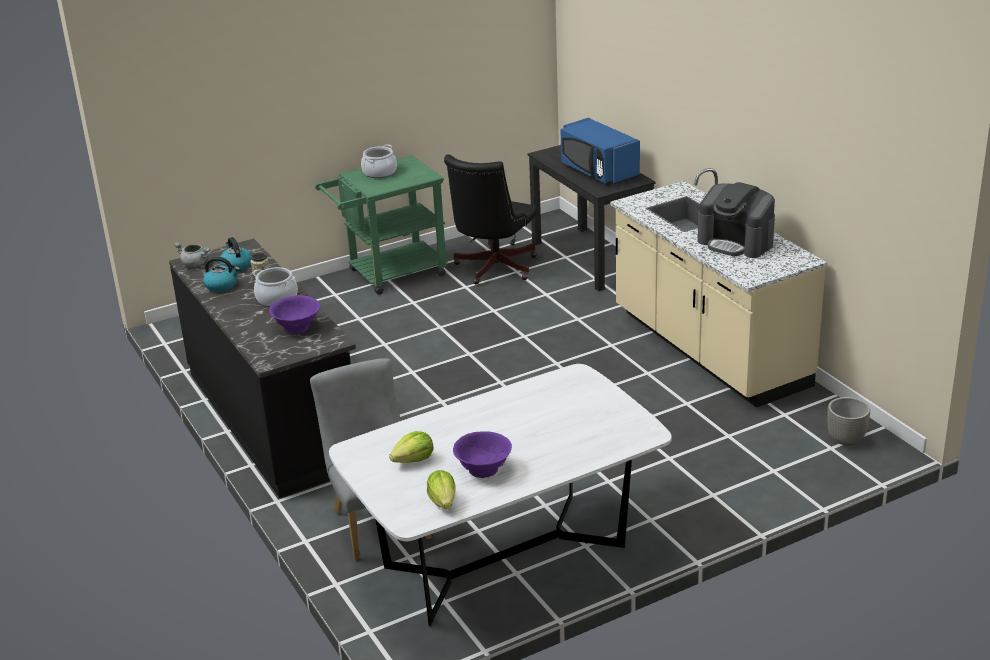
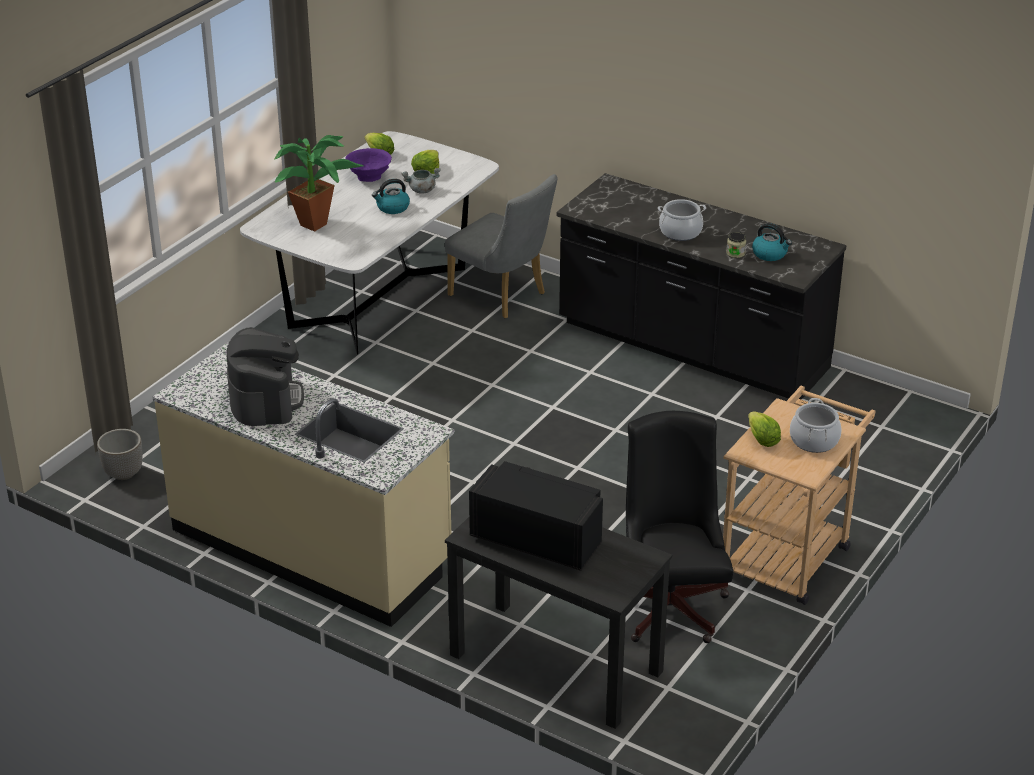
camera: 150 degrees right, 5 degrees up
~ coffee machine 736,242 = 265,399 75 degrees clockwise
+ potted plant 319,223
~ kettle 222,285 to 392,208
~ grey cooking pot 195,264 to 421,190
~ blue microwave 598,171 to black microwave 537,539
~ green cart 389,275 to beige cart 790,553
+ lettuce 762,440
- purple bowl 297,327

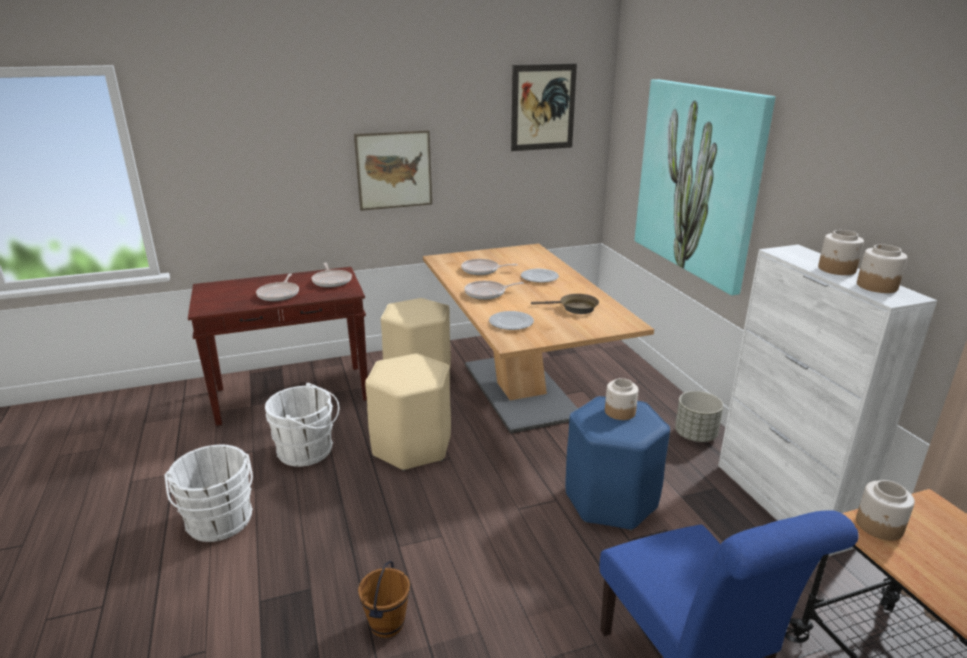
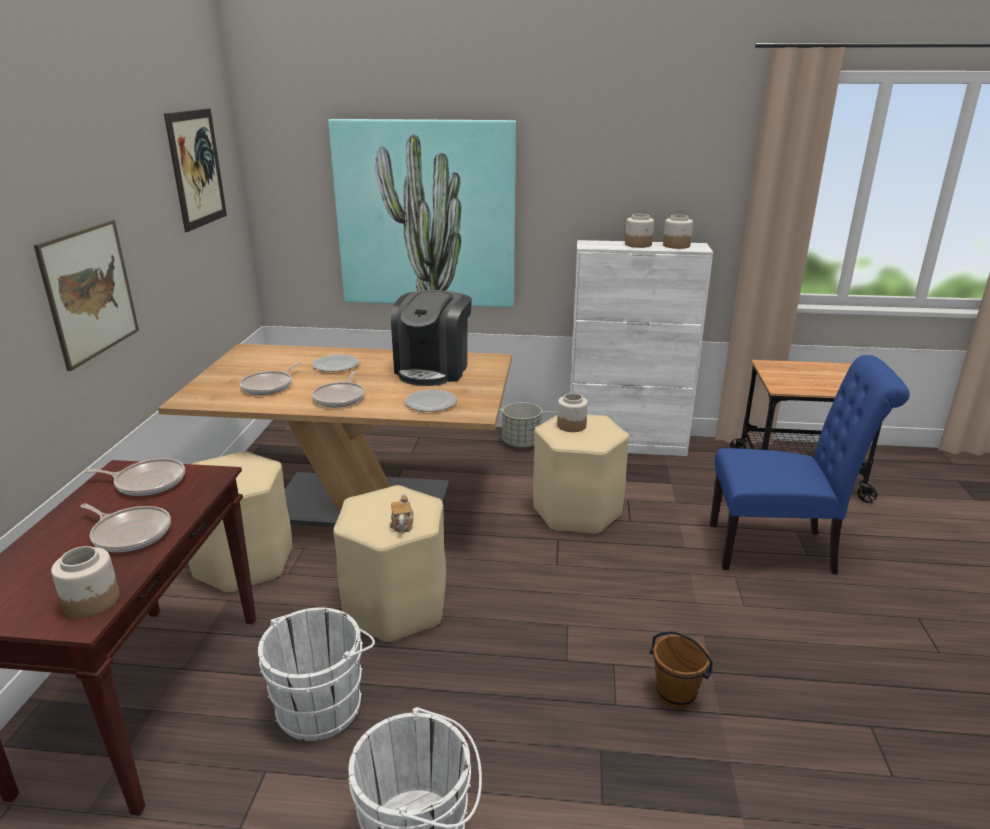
camera: 65 degrees left, 0 degrees up
~ jar 879,526 to 92,601
+ teapot 402,524
~ brown frying pan 575,308 to coffee machine 433,369
~ blue stool 610,500 to beige stool 577,512

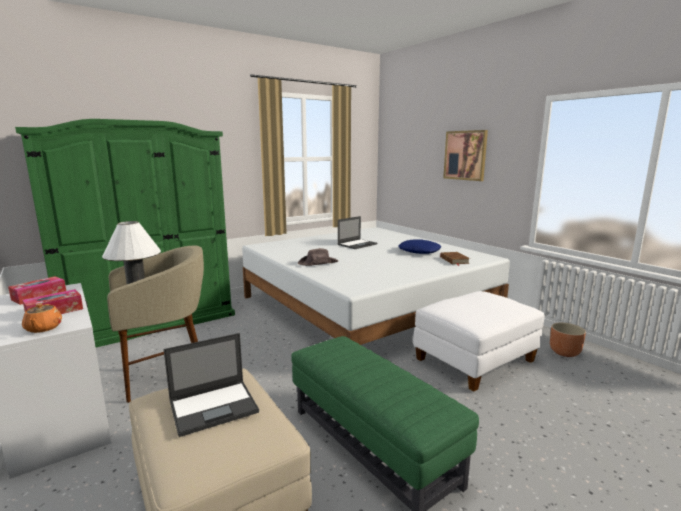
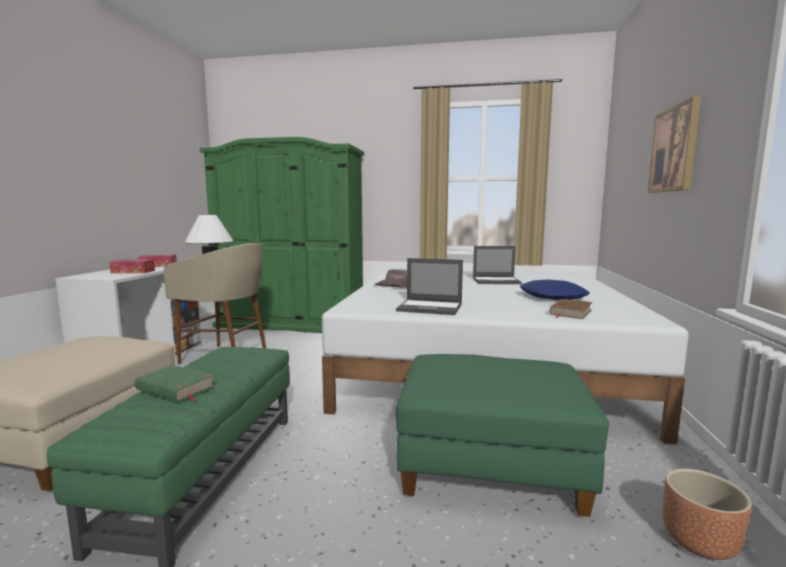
camera: 45 degrees right, 5 degrees down
+ green book 175,388
~ laptop 214,406 to 430,308
~ white ottoman 474,360 to green ottoman 490,467
- orange teapot 43,328

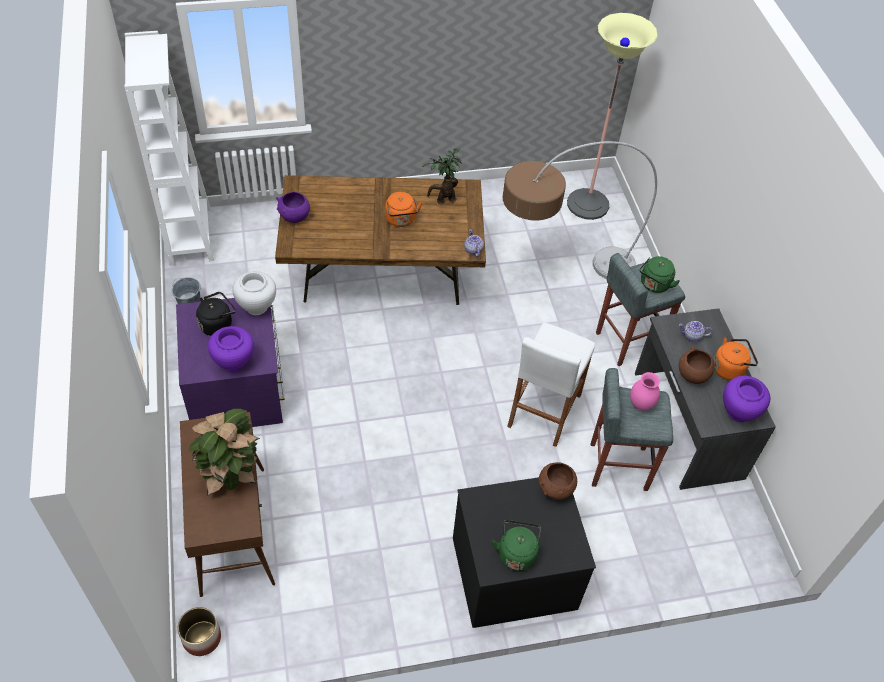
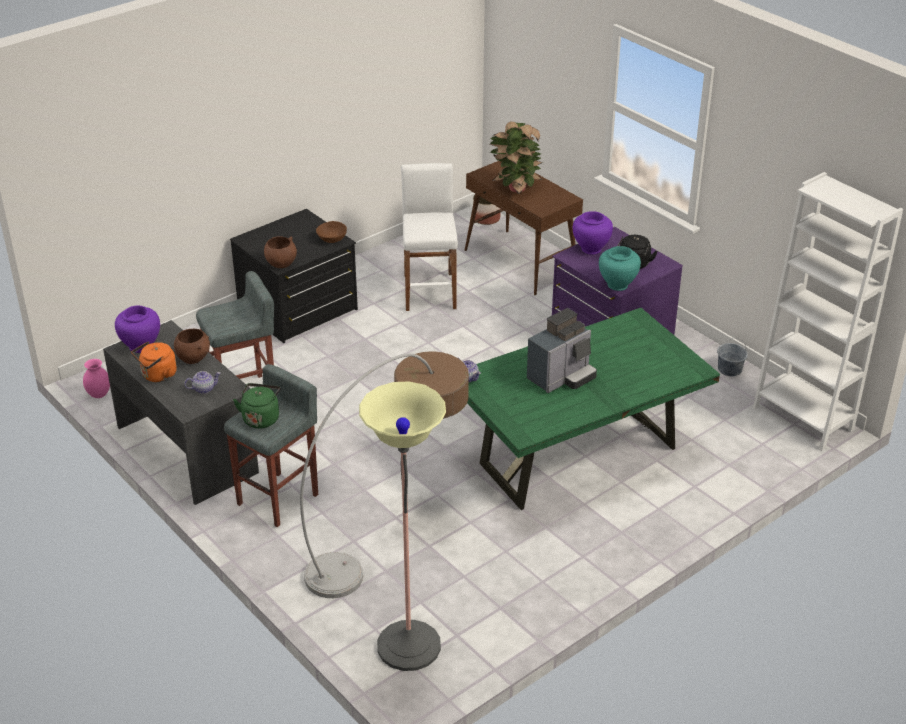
camera: 155 degrees right, 15 degrees down
~ pink vase 640,405 to 99,394
+ brown bowl 332,239
~ white stool 543,410 to 429,291
~ brown dining table 381,279 to green dining table 578,456
~ orange kettle 401,220 to coffee machine 562,377
~ white vase 257,307 to turquoise vase 617,285
- purple bowl 294,217
- potted plant 443,200
- green kettle 516,552

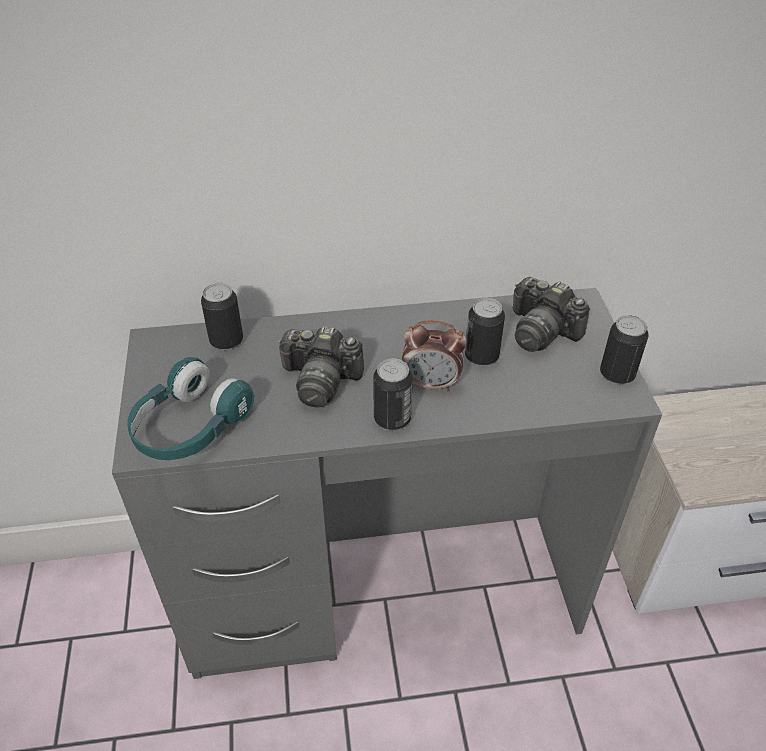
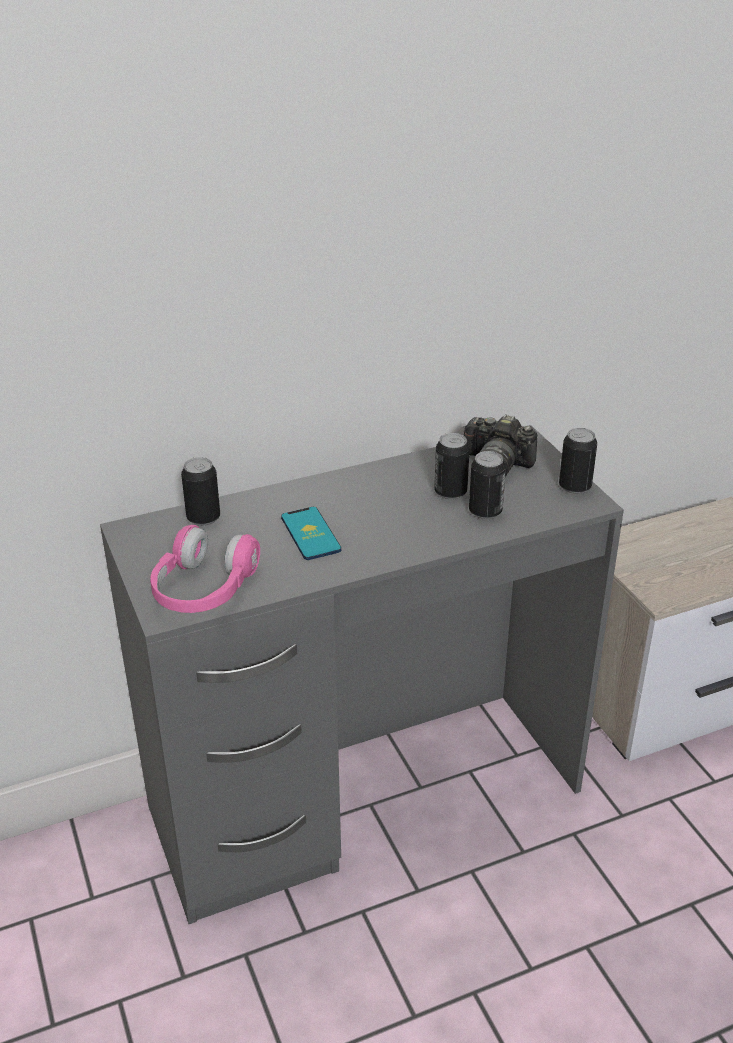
camera: 15 degrees left, 10 degrees down
~ turquoise headphones 189,427 to pink headphones 203,589
~ photo camera 320,380 to phone 310,534
~ can 392,419 to 485,512
- alarm clock 431,384

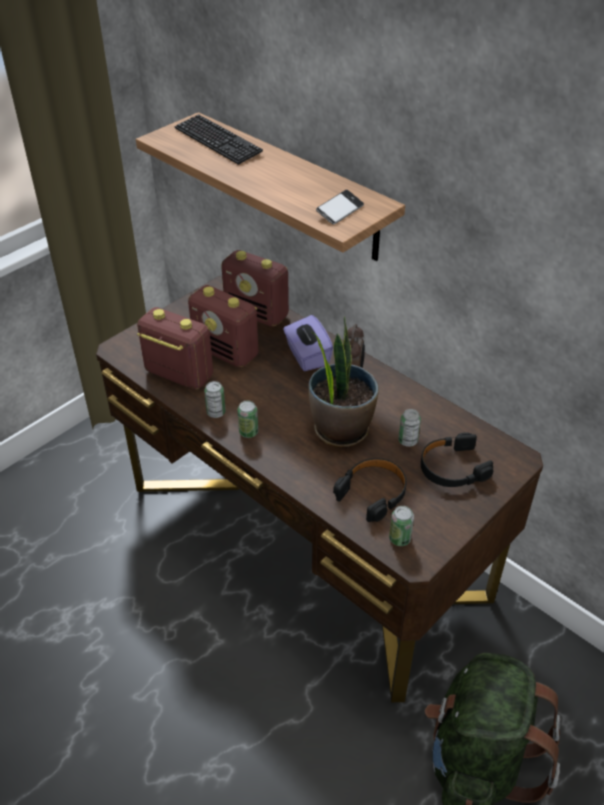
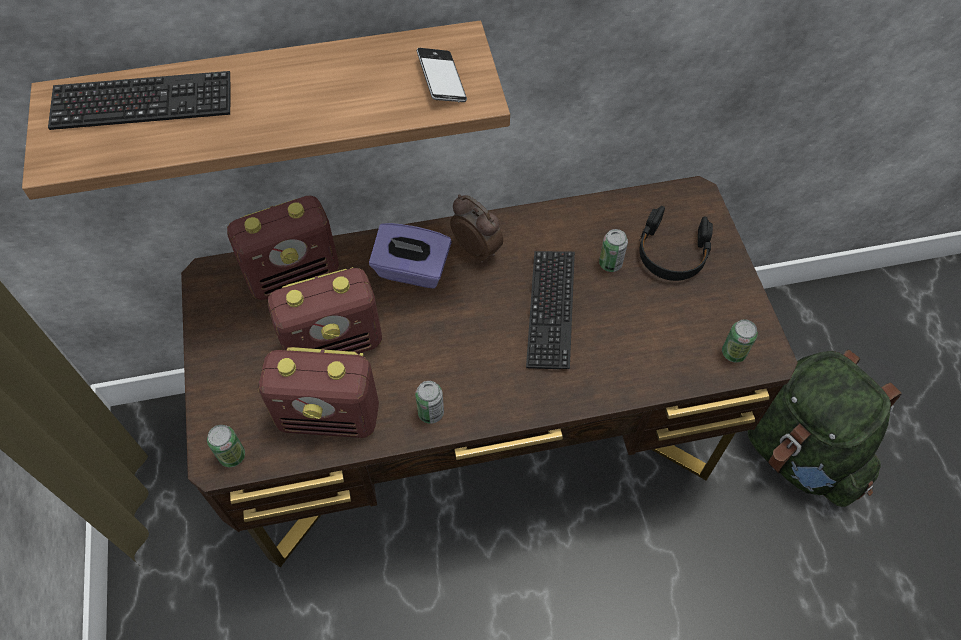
camera: 55 degrees left, 15 degrees up
~ can 248,432 to 232,456
~ radio 178,374 = 330,416 150 degrees counterclockwise
~ potted plant 340,429 to keyboard 551,310
- black headphones 373,493

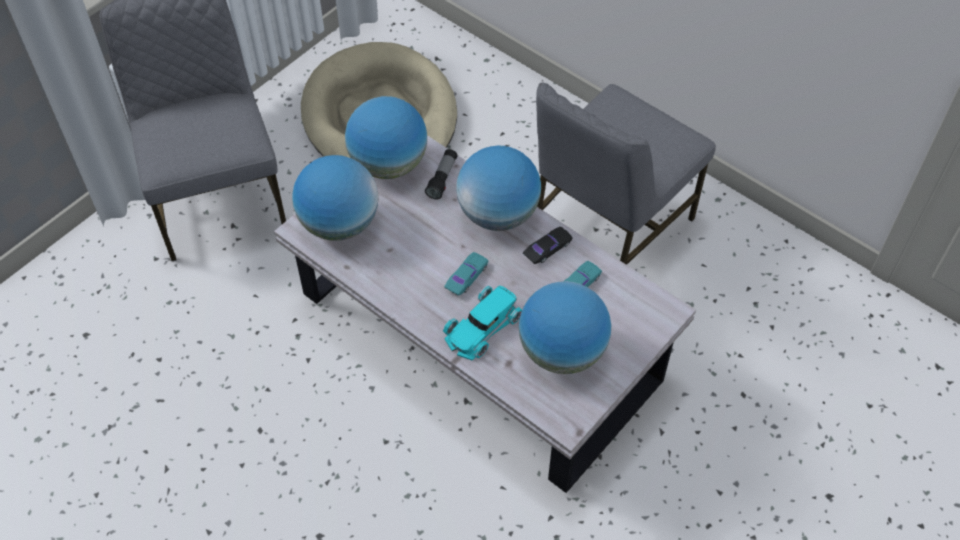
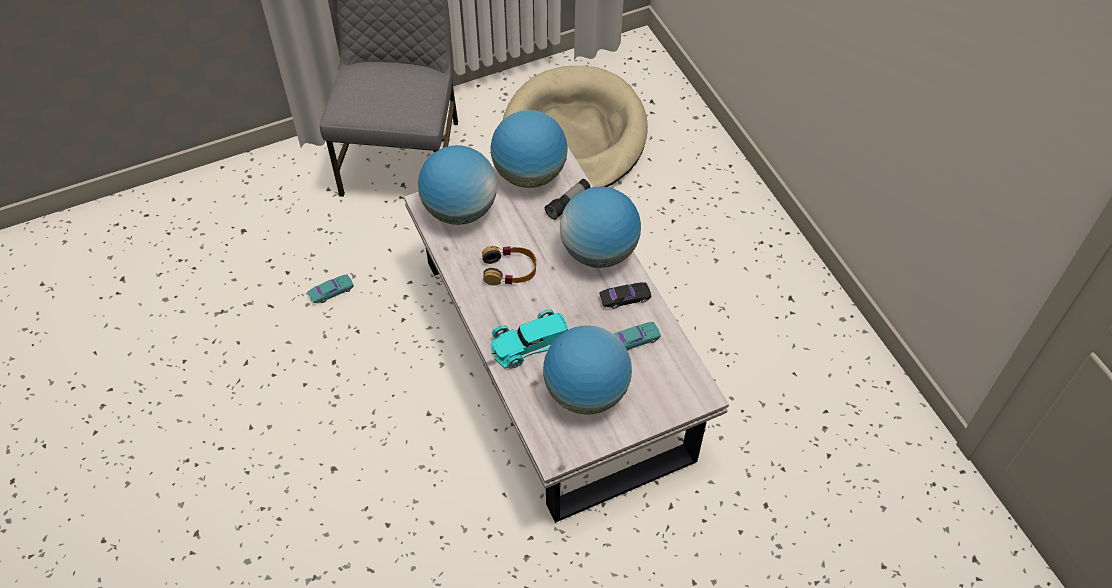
camera: 25 degrees right, 0 degrees up
~ turquoise toy car 466,277 to 331,291
+ headphones 509,270
- grey chair 608,228

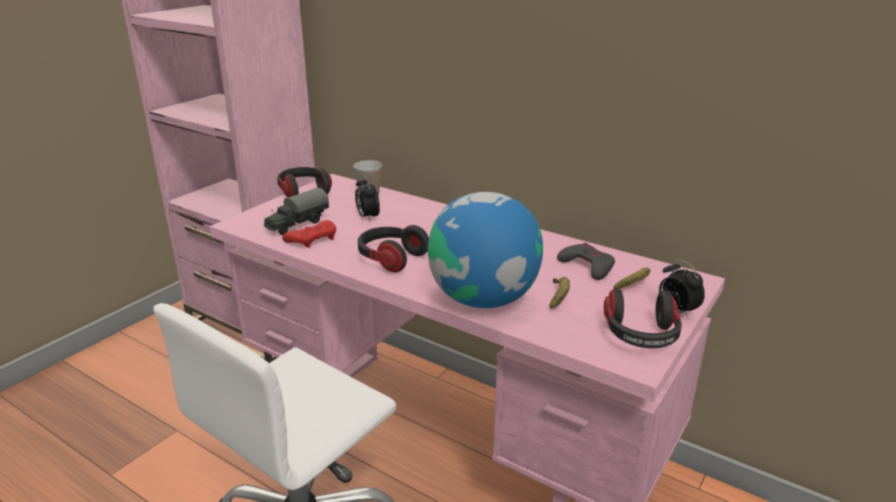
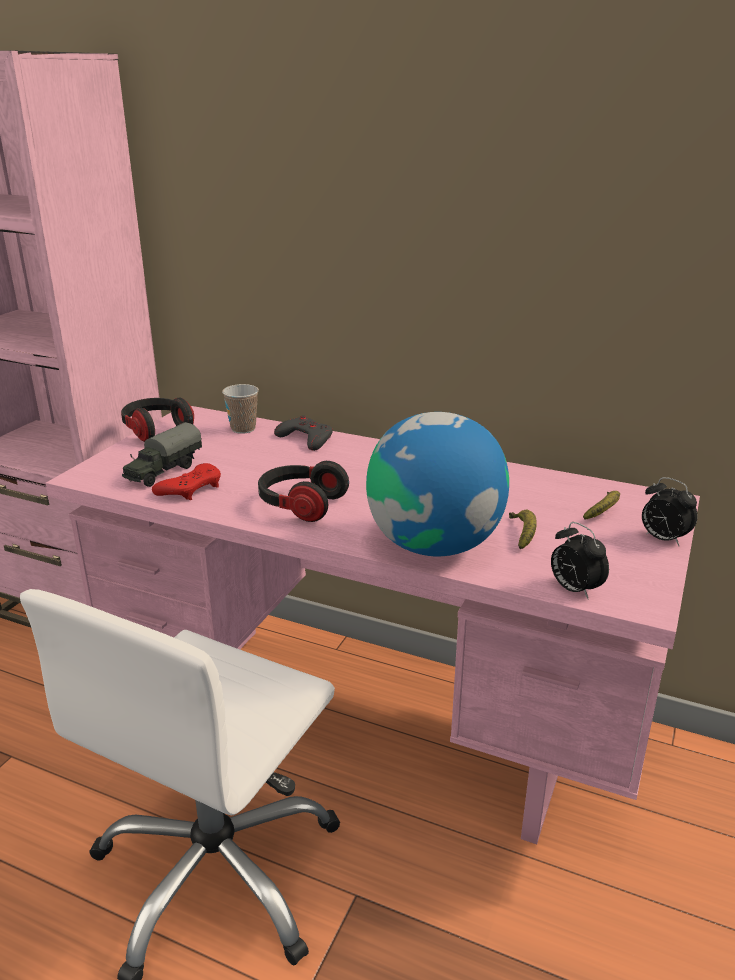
camera: 10 degrees left, 0 degrees up
~ grey game controller 587,266 to 306,439
~ alarm clock 367,217 to 574,589
- headphones 640,336

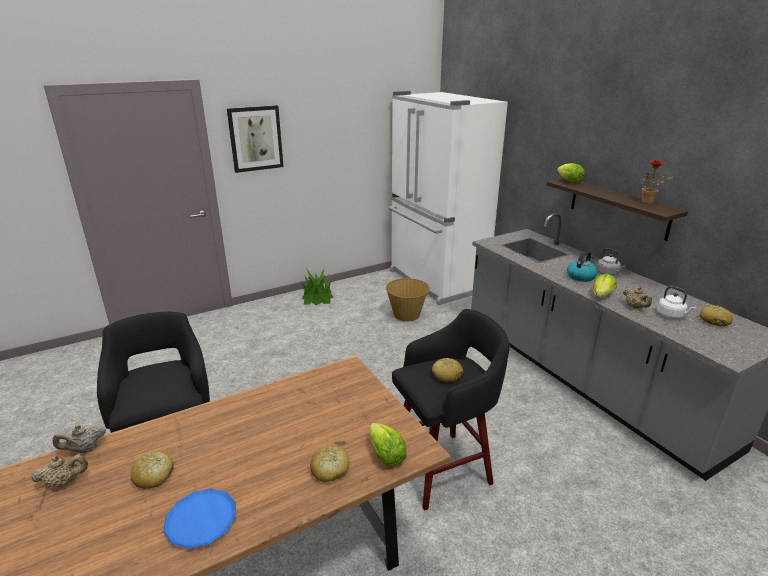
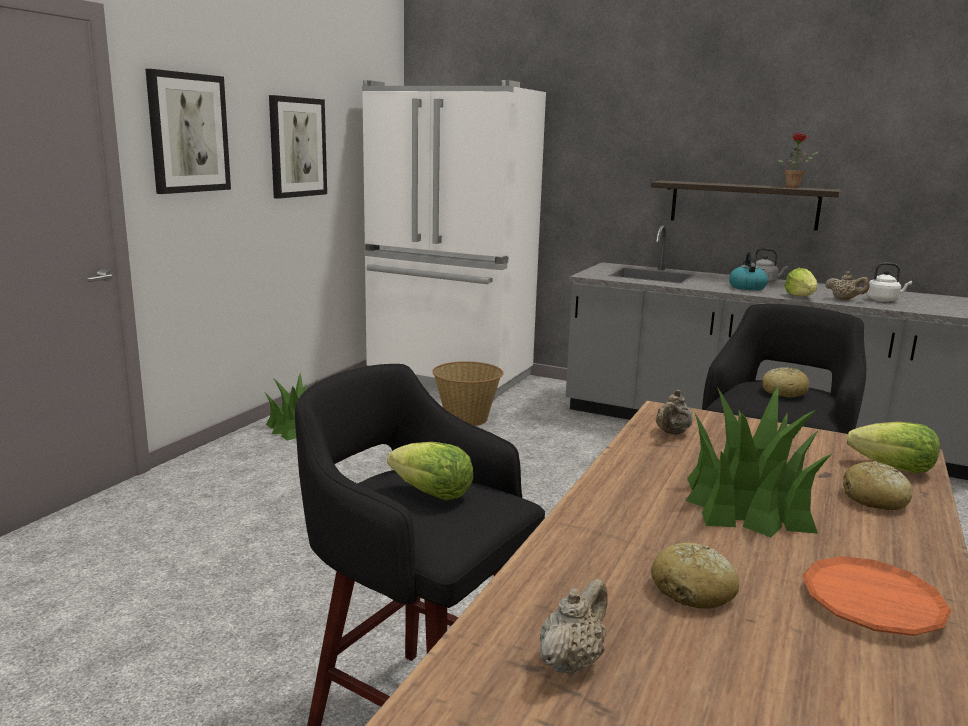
camera: 35 degrees left, 10 degrees down
+ picture 297,147
~ lettuce 569,181 to 432,494
~ beige teapot 84,449 to 672,433
+ potted plant 748,504
~ blue plate 201,521 to orange plate 872,603
- bread 714,321

